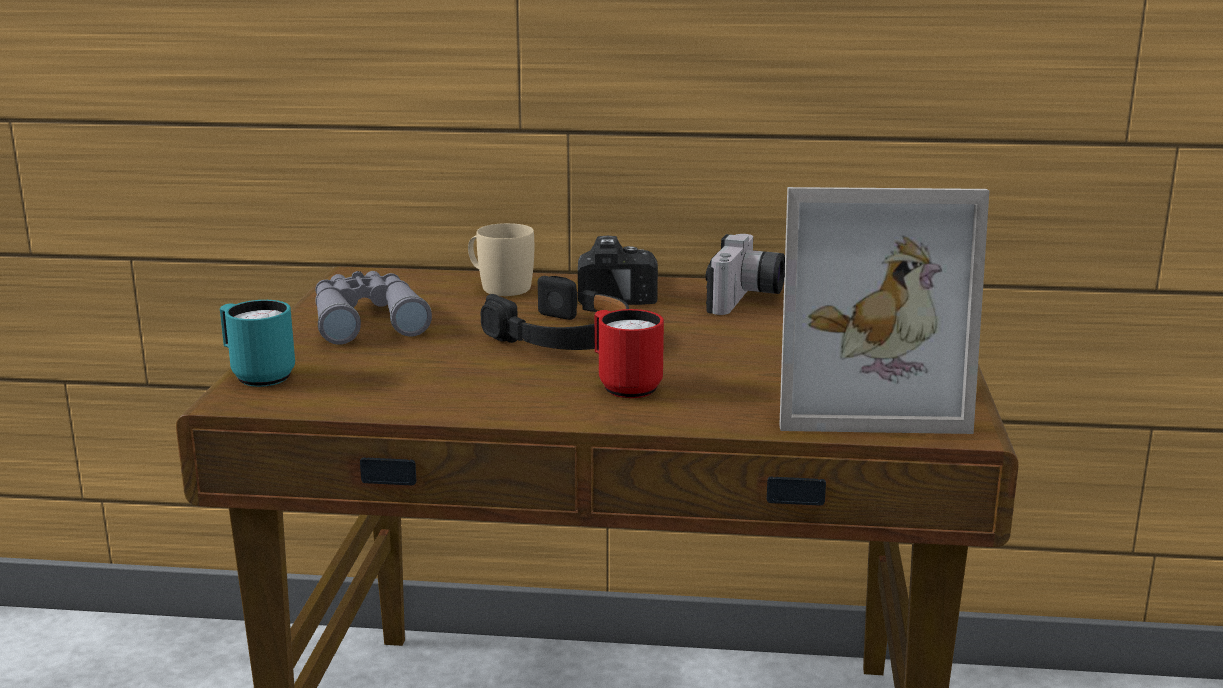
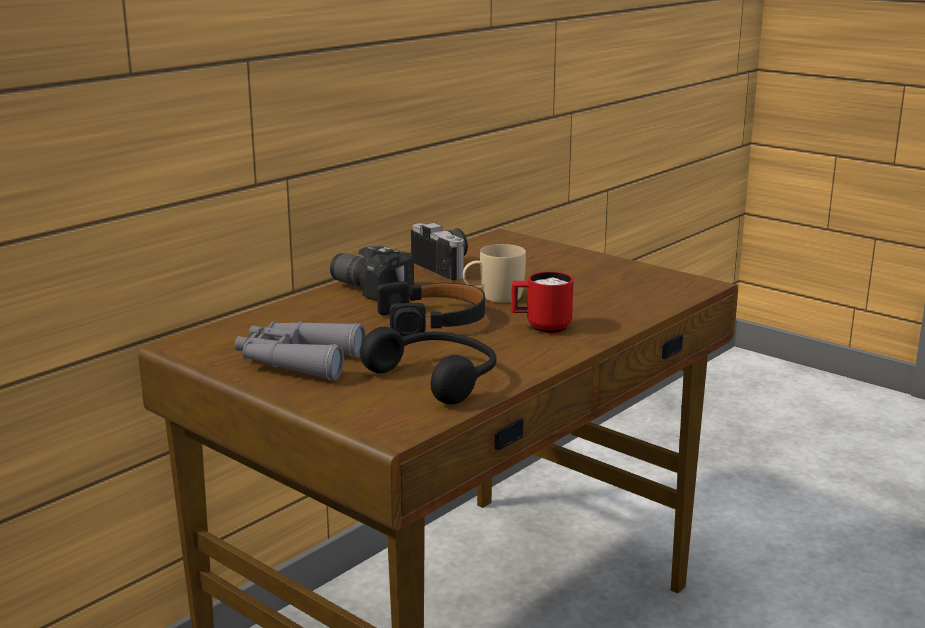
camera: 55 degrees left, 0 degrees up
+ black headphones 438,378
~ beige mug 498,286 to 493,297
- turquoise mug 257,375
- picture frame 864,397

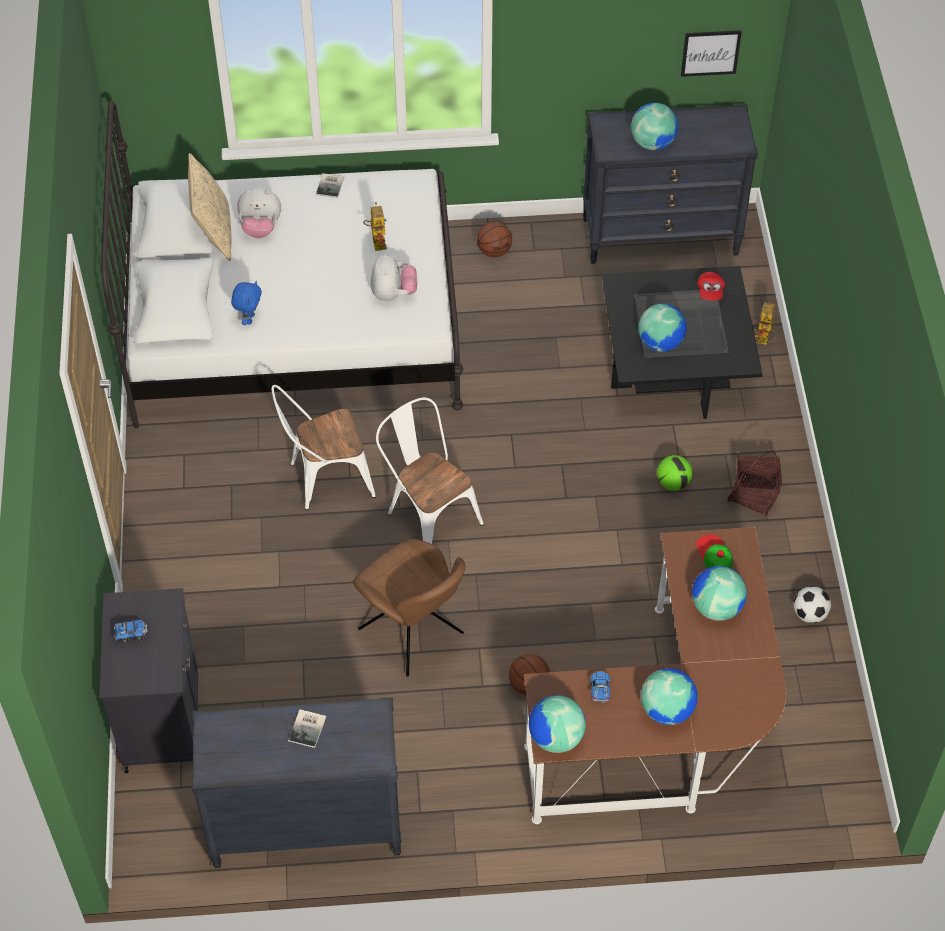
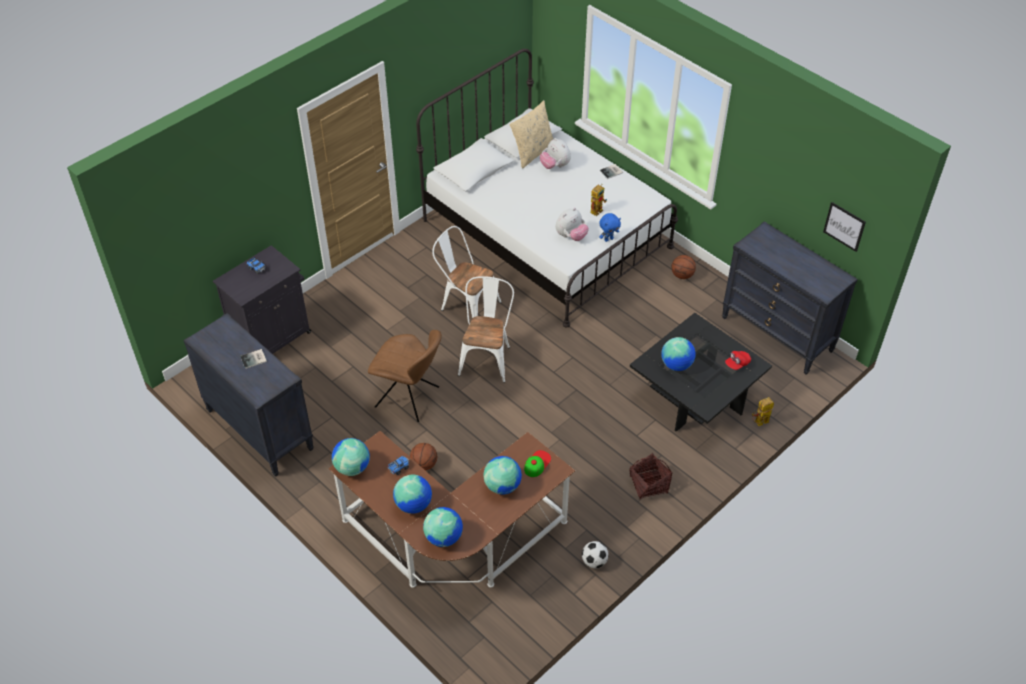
camera: 50 degrees right, 5 degrees down
~ brown chair 413,634 = 409,398 75 degrees counterclockwise
~ globe 652,143 to 444,537
~ blue plush toy 249,319 to 608,239
- football 673,483

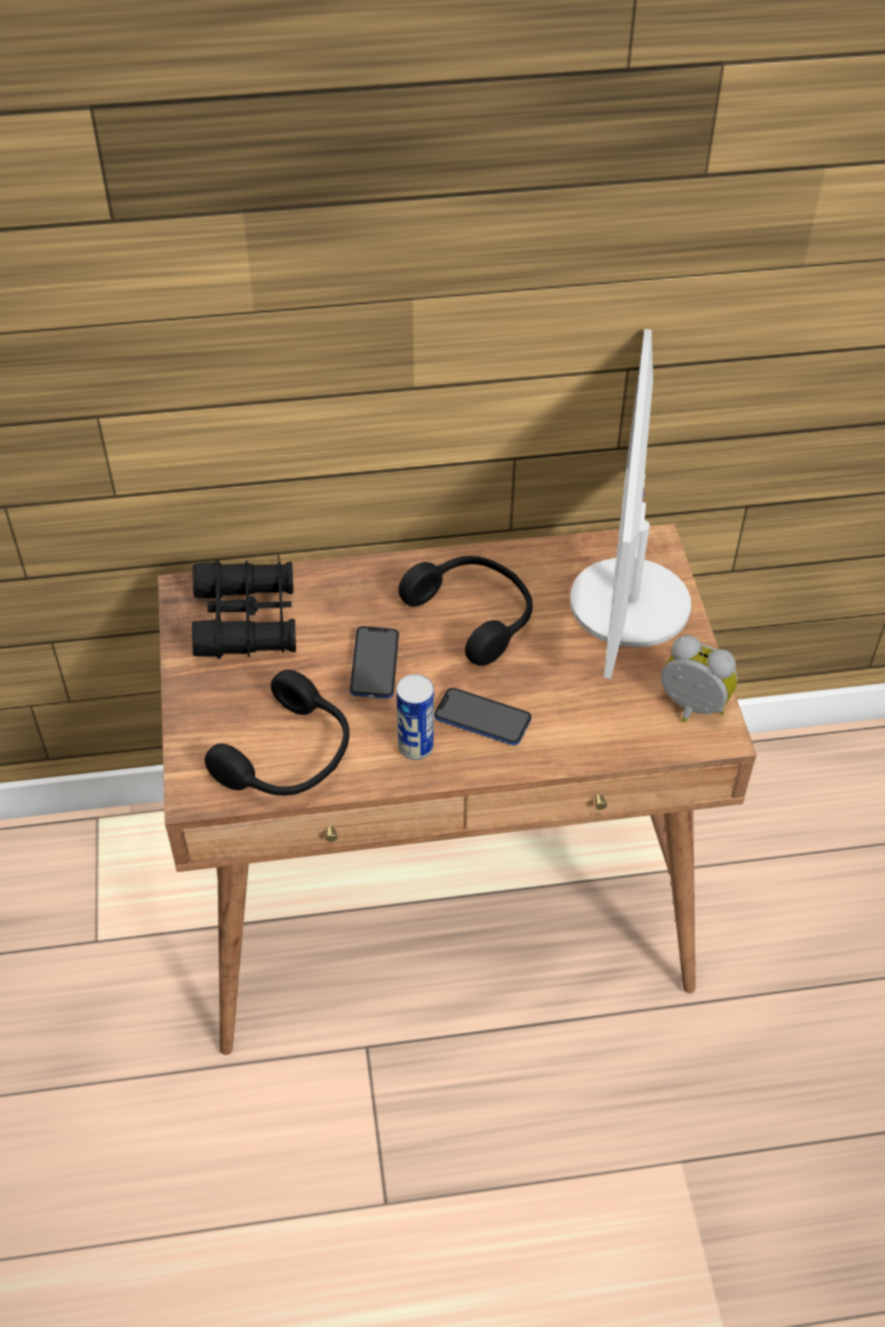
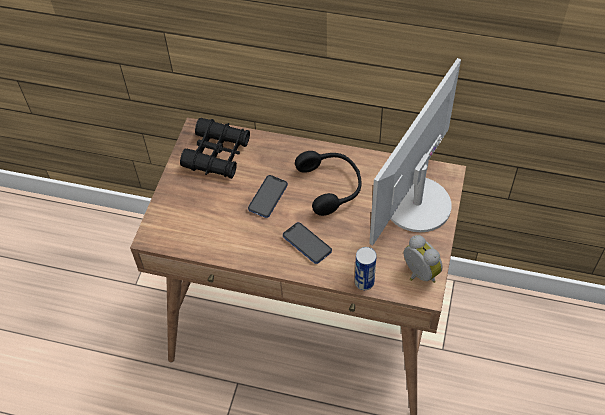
camera: 25 degrees right, 5 degrees up
~ can 415,747 to 364,282
- black headphones 290,757

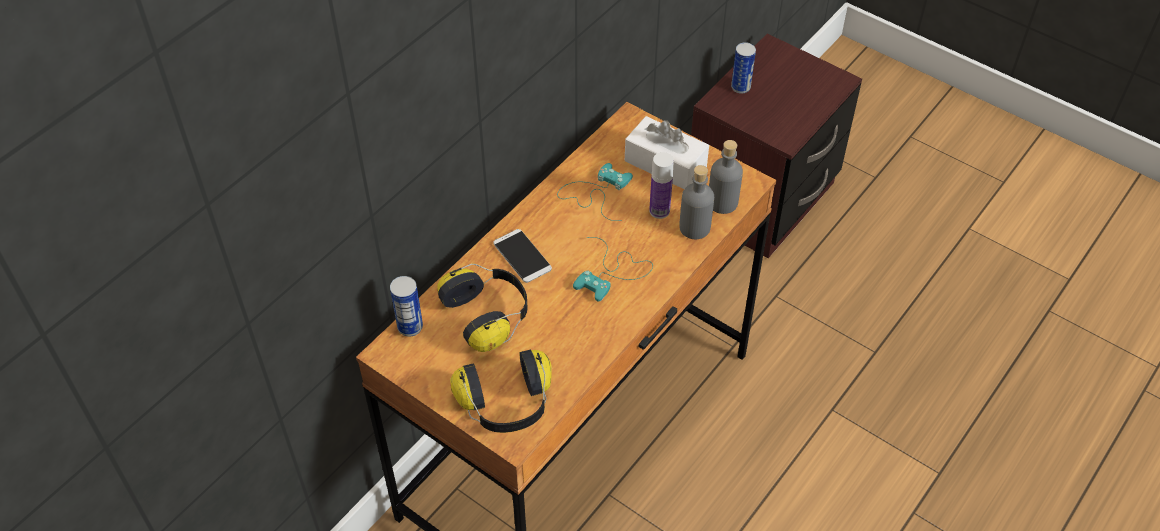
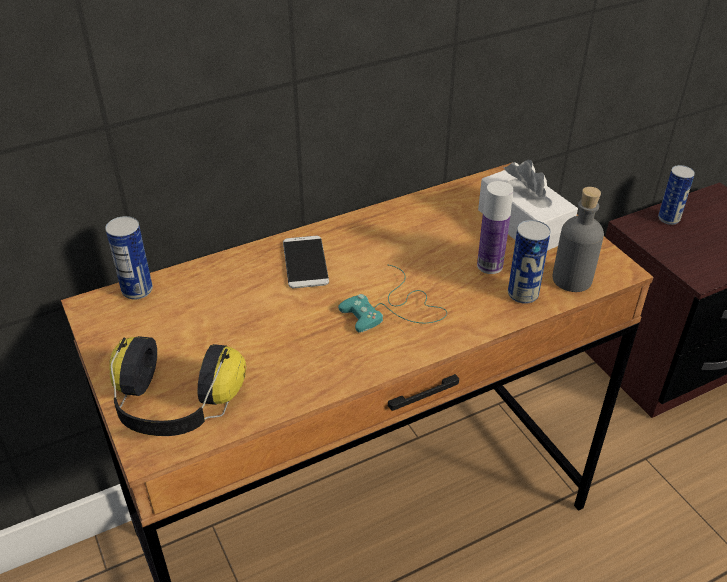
camera: 25 degrees right, 10 degrees down
~ grey bottle 694,227 to can 523,294
- headphones 488,315
- turquoise game controller 595,193

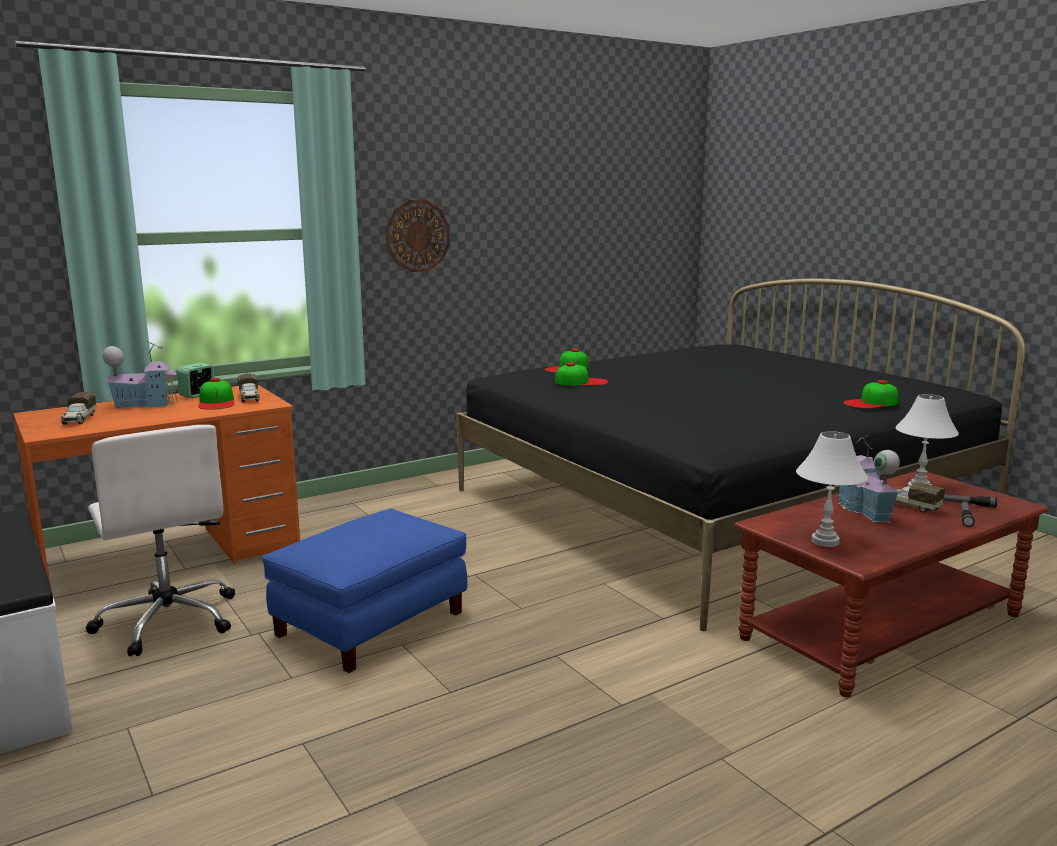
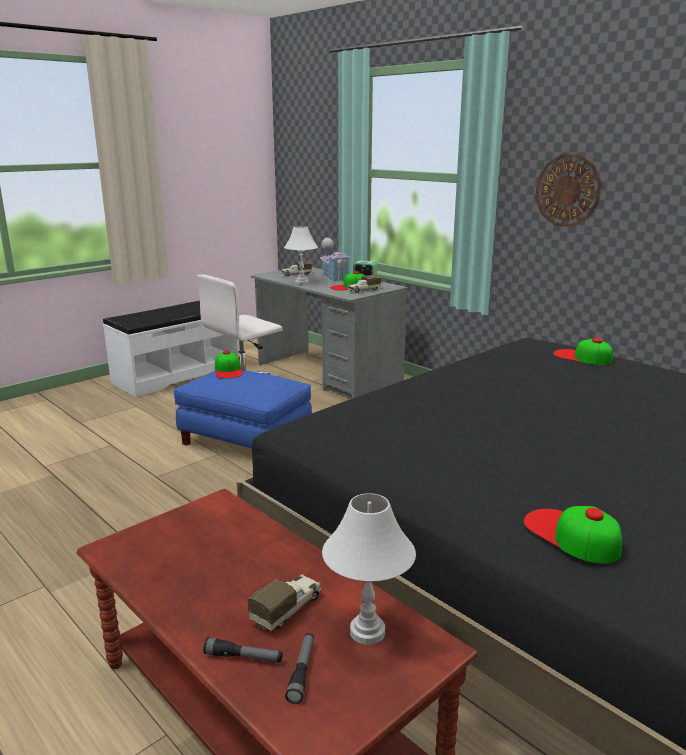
camera: 80 degrees right, 5 degrees up
~ cap 581,382 to 228,370
~ orange desk 172,556 to grey desk 328,374
~ white table lamp 825,541 to 301,283
- toy house 865,511

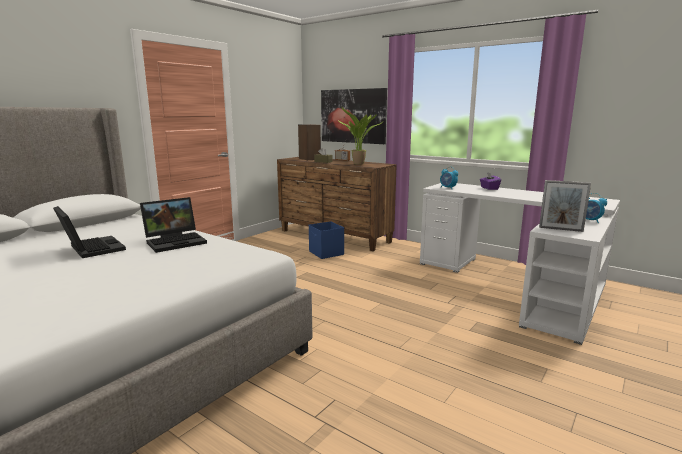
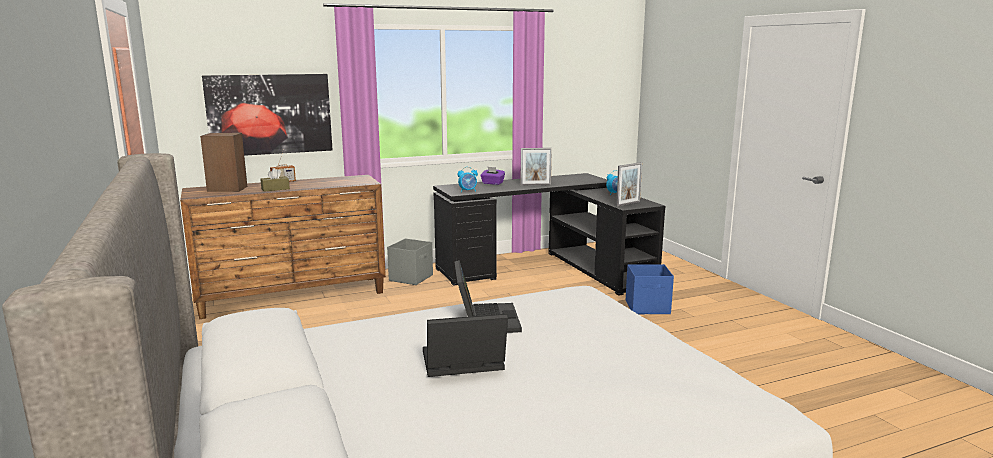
camera: 60 degrees left, 0 degrees up
+ grey storage box 411,278
~ white desk 520,284 to black desk 550,269
+ picture frame 535,185
~ blue storage box 326,253 to 648,307
- potted plant 359,164

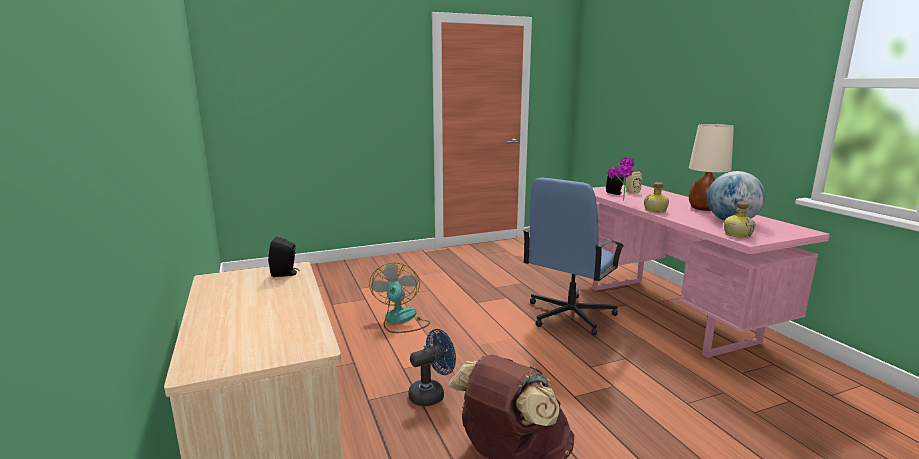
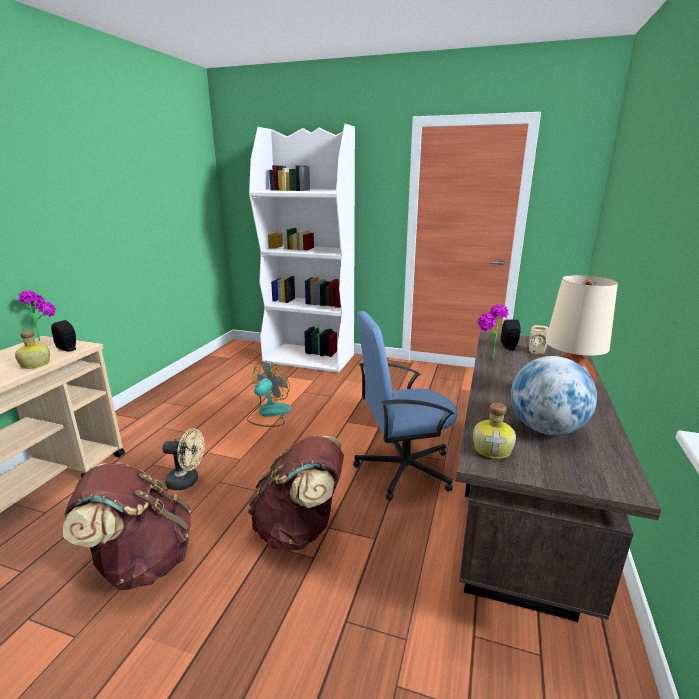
camera: 40 degrees right, 5 degrees up
~ bottle 656,210 to 34,364
+ potted plant 46,338
~ blue fan 431,394 to beige fan 187,481
+ brown backpack 300,529
+ white bookcase 310,358
~ pink desk 668,313 to brown desk 517,518

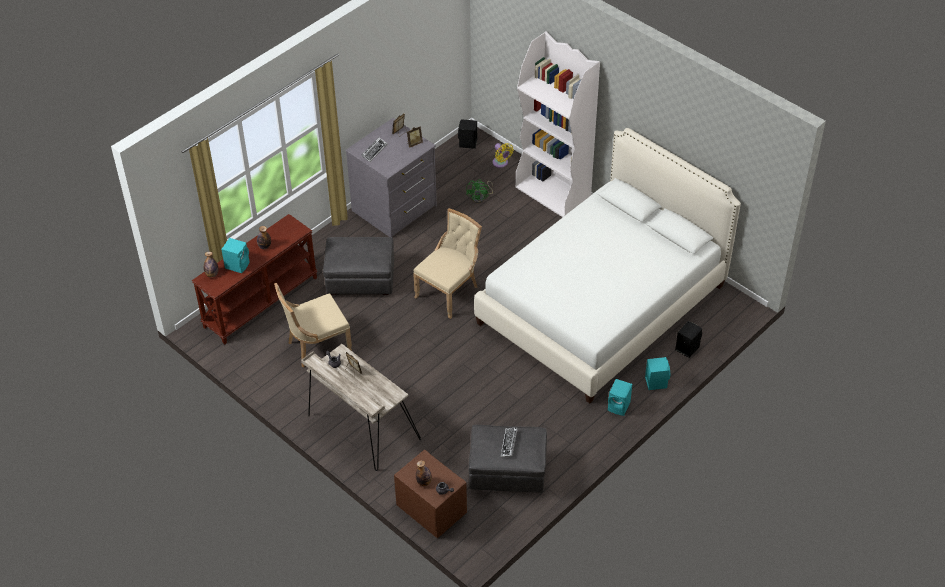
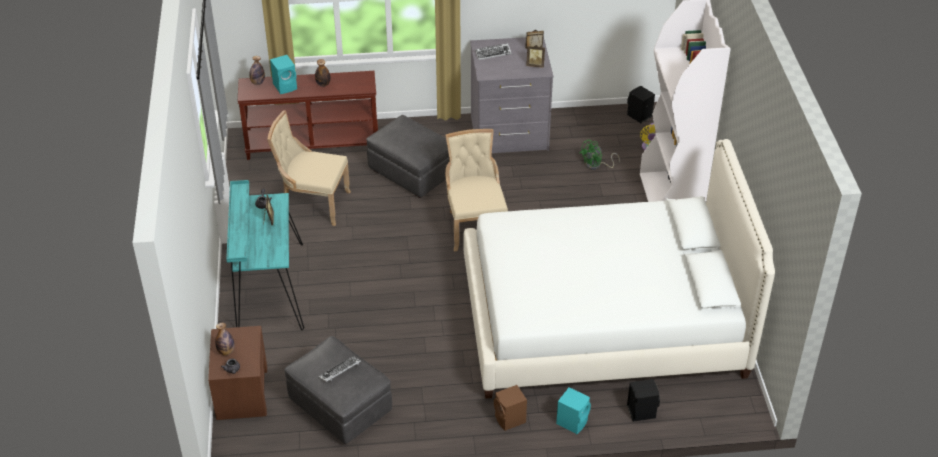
camera: 40 degrees right, 5 degrees down
~ beige desk 360,427 to turquoise desk 268,288
~ beige chair 450,292 = 475,226 90 degrees counterclockwise
~ turquoise speaker 619,406 to brown speaker 510,420

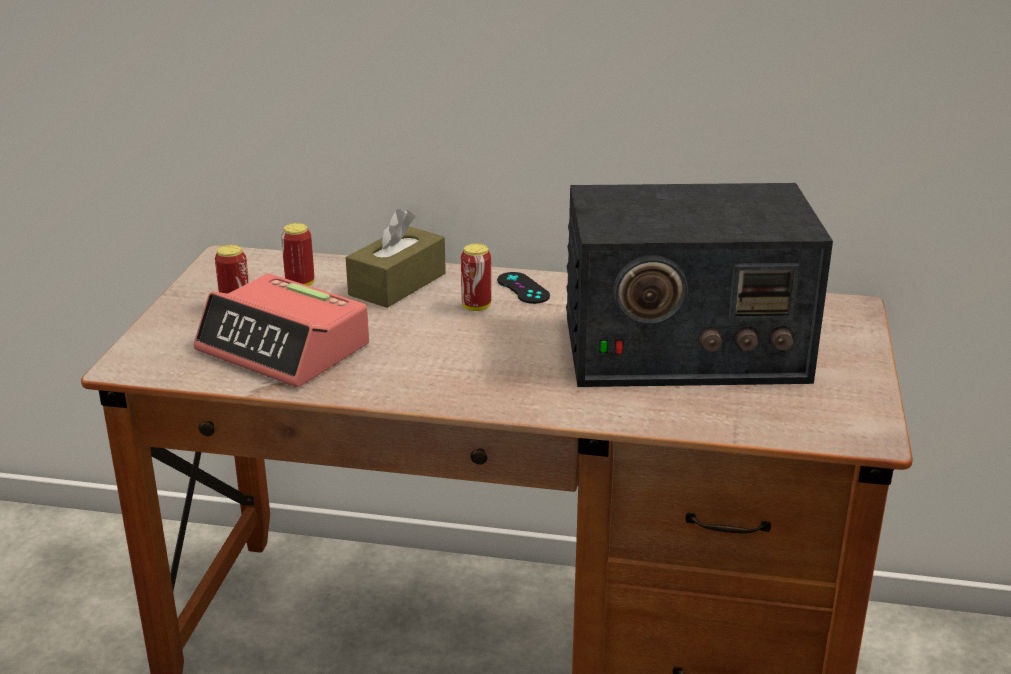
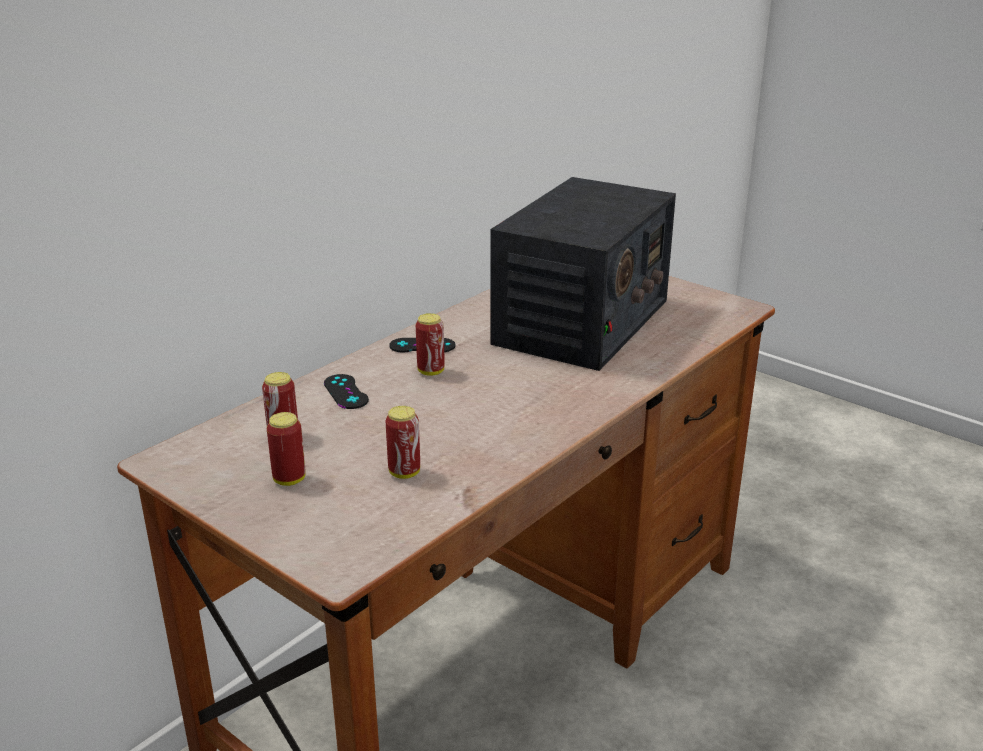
camera: 60 degrees left, 0 degrees up
~ brown tissue box 397,284 to black game controller 346,392
~ alarm clock 284,348 to can 404,472

